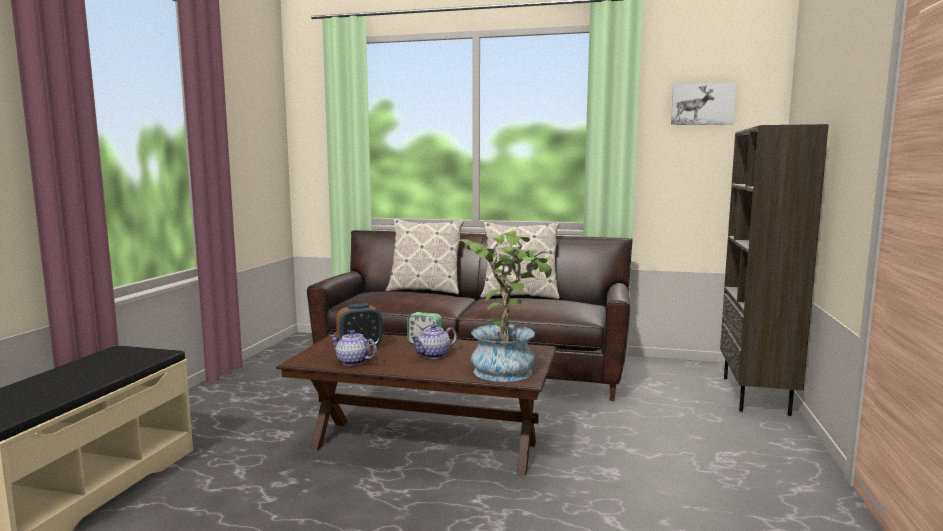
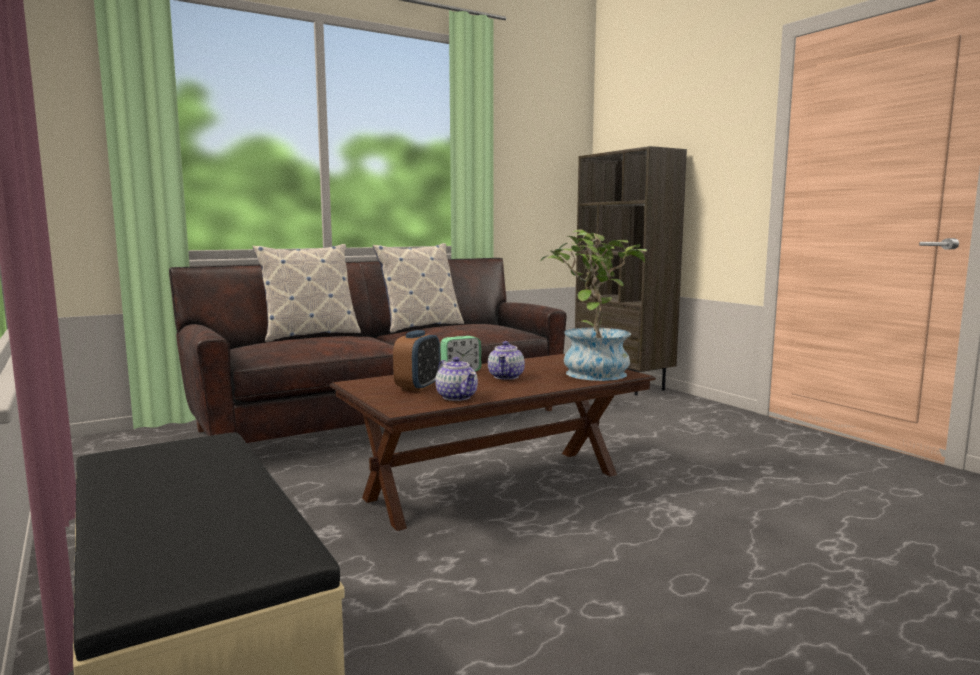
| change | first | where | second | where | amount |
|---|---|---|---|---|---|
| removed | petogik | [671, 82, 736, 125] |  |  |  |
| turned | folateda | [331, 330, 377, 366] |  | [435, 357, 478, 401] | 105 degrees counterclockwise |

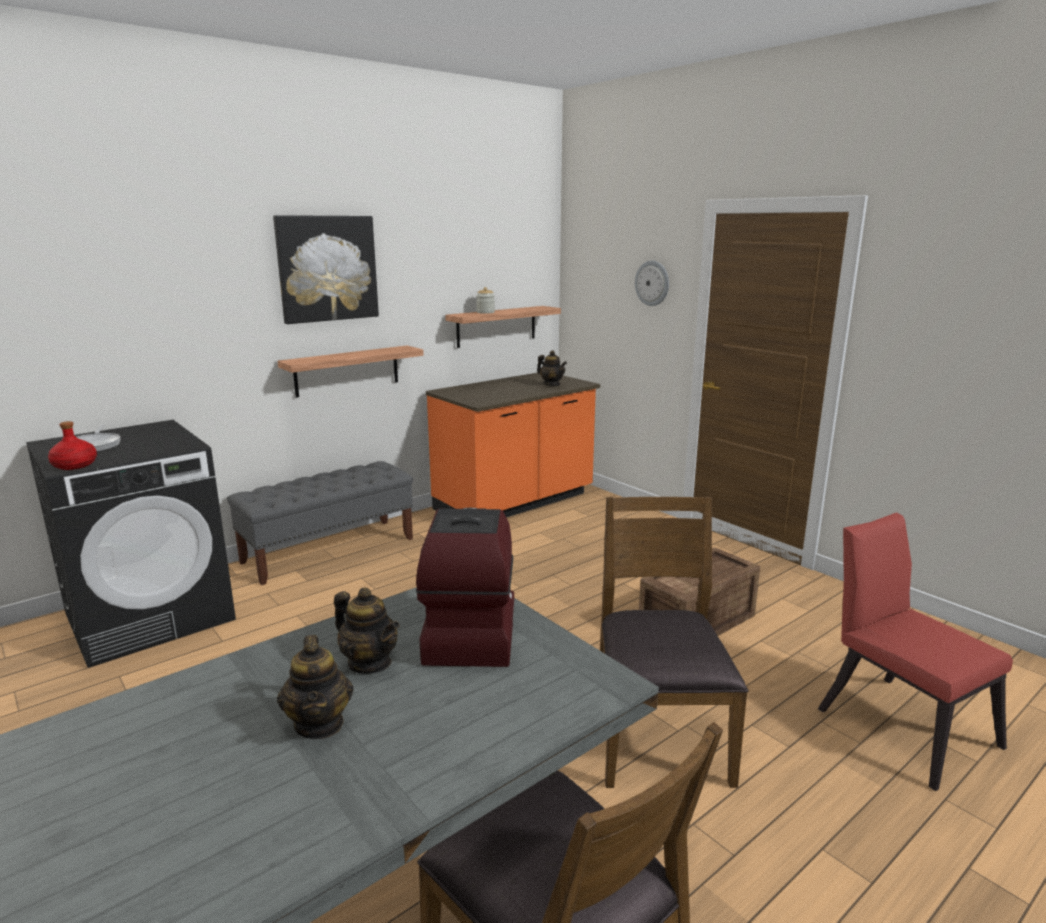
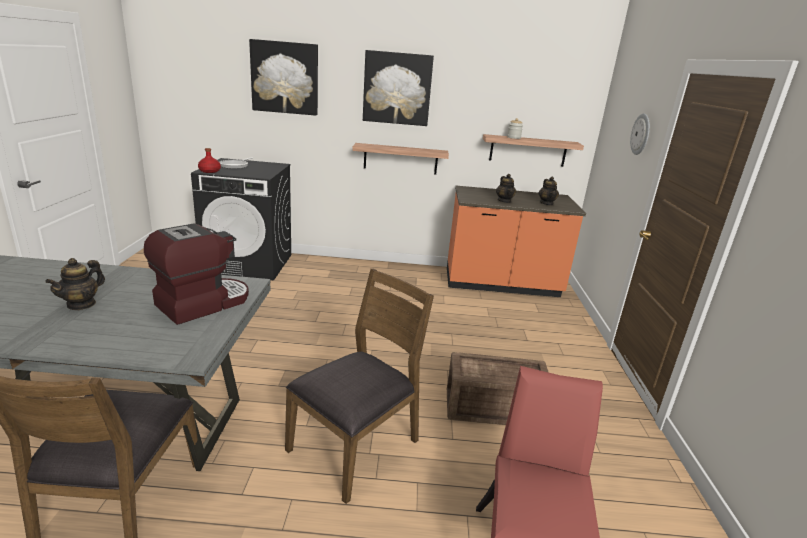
| change | first | where | second | where | amount |
|---|---|---|---|---|---|
| removed | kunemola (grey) | [227, 461, 413, 585] |  |  |  |
| moved | folateda | [334, 587, 399, 674] |  | [496, 174, 516, 203] |  |
| added |  |  | petogik | [249, 39, 318, 116] |  |

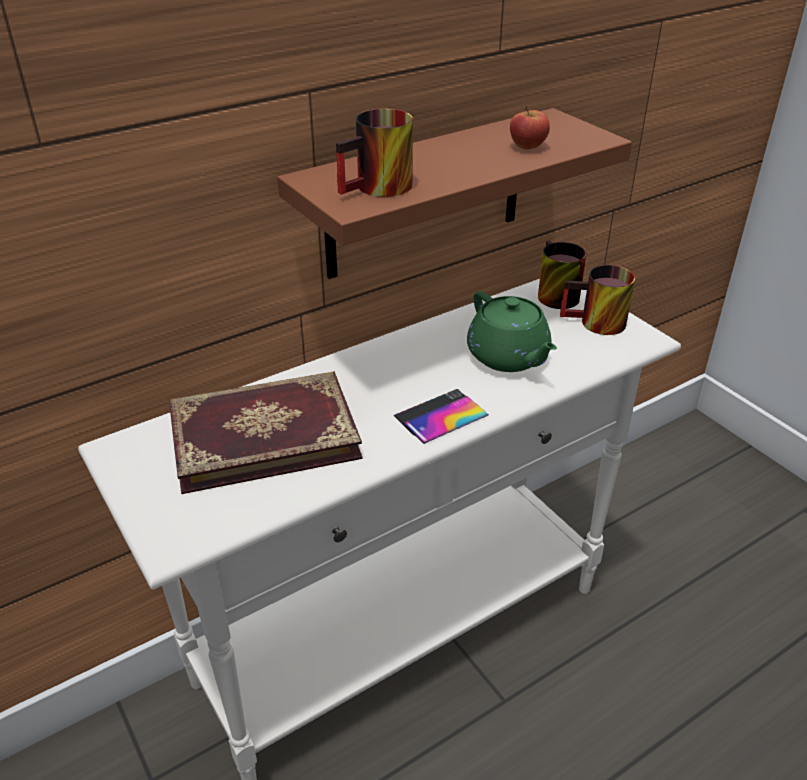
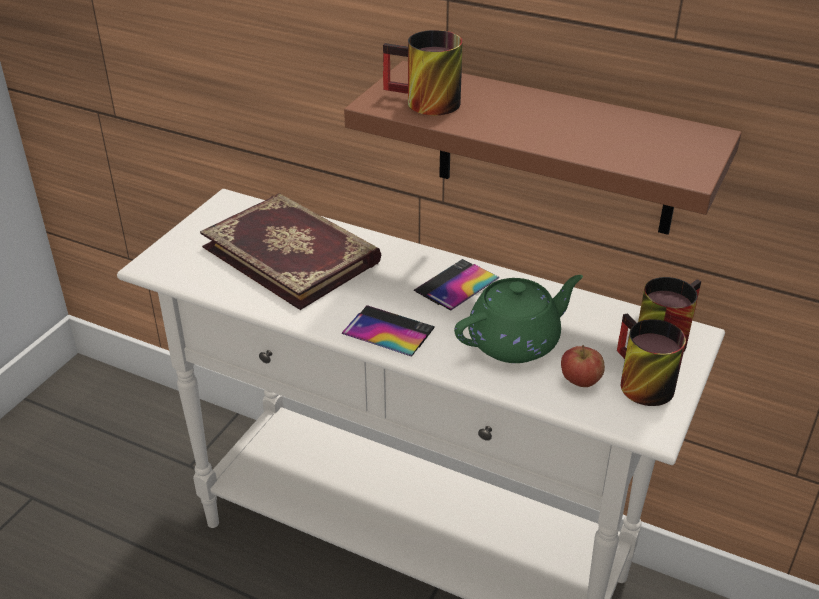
| change | first | where | second | where | amount |
|---|---|---|---|---|---|
| moved | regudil | [510, 106, 550, 149] |  | [561, 345, 605, 387] |  |
| turned | folateda (green) | [467, 291, 557, 372] |  | [454, 275, 583, 363] | 150 degrees counterclockwise |
| added |  |  | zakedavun | [414, 259, 499, 311] |  |

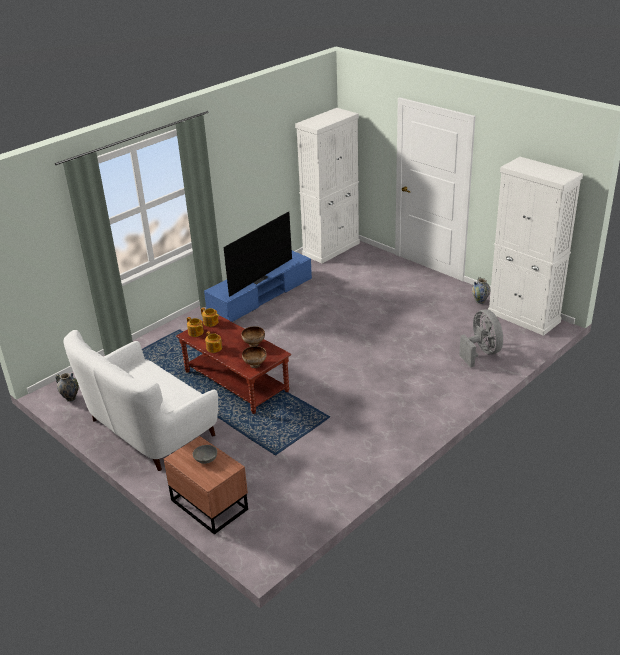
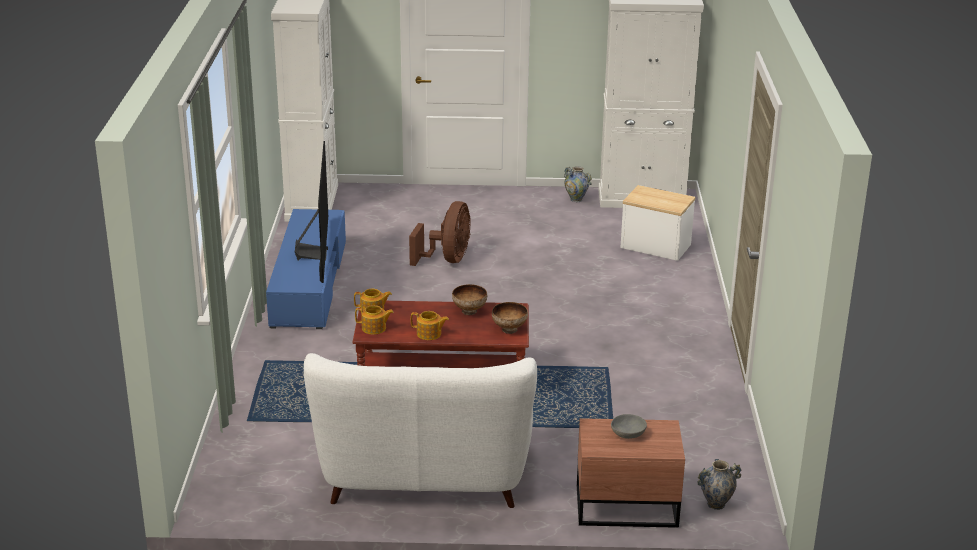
| change | first | where | second | where | amount |
|---|---|---|---|---|---|
| replaced | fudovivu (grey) | [459, 309, 503, 367] | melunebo | [620, 185, 696, 261] |  |
| moved | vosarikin | [55, 373, 79, 402] |  | [697, 459, 742, 510] |  |
| added |  |  | fudovivu (brown) | [409, 201, 470, 266] |  |

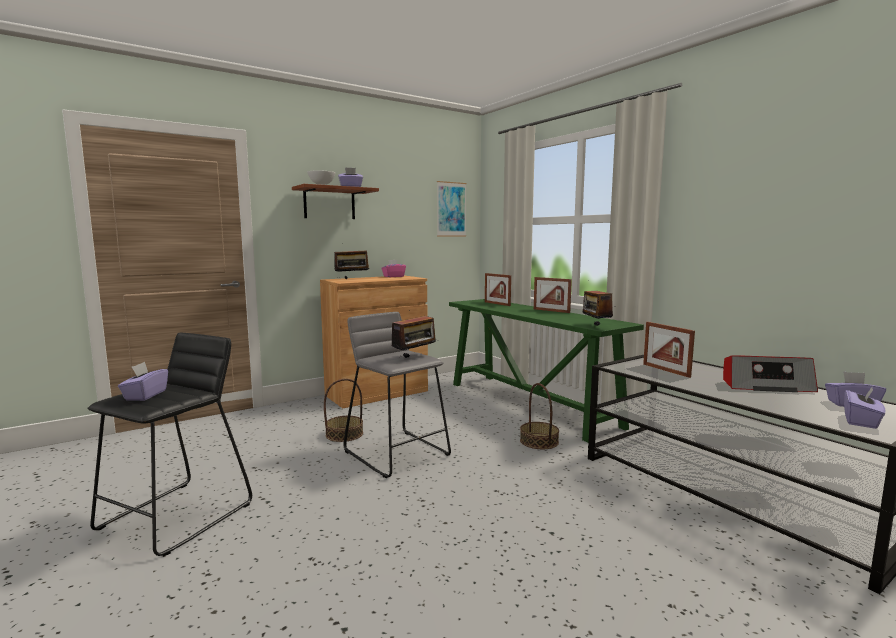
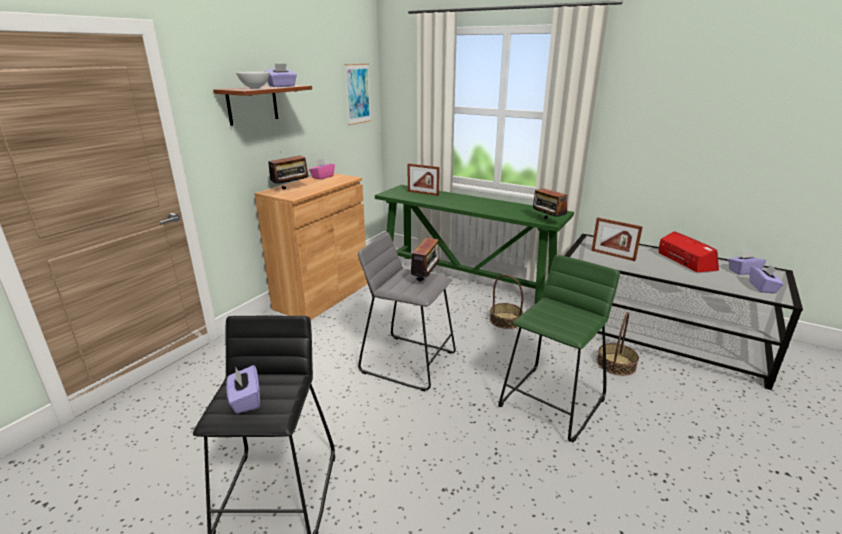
| change | first | where | second | where | amount |
|---|---|---|---|---|---|
| removed | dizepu | [534, 277, 572, 313] |  |  |  |
| turned | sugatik | [723, 355, 818, 392] |  | [659, 231, 719, 272] | 90 degrees counterclockwise |
| moved | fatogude | [324, 378, 363, 442] |  | [597, 312, 639, 376] |  |
| added |  |  | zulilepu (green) | [498, 255, 620, 442] |  |

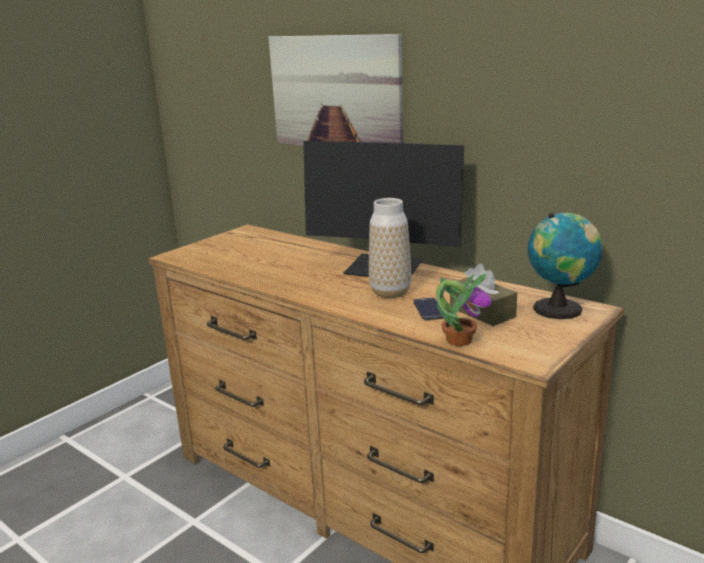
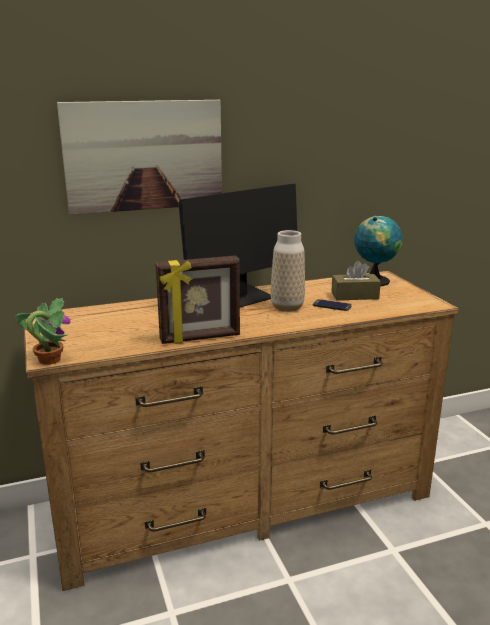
| change | first | where | second | where | amount |
|---|---|---|---|---|---|
| moved | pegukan | [436, 273, 492, 346] |  | [16, 298, 71, 365] |  |
| added |  |  | dizepu | [155, 256, 240, 344] |  |

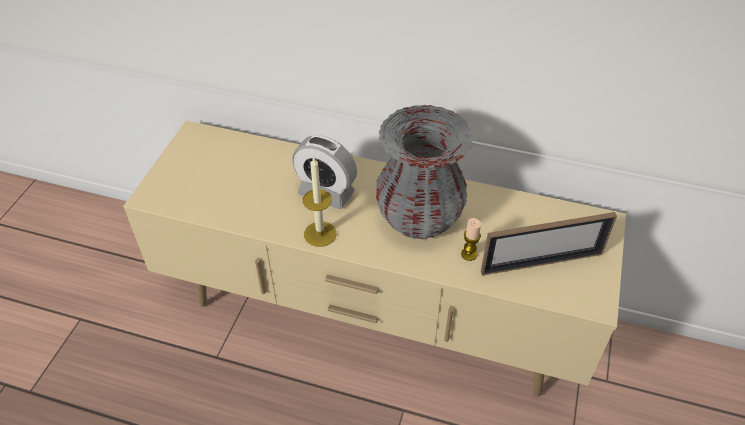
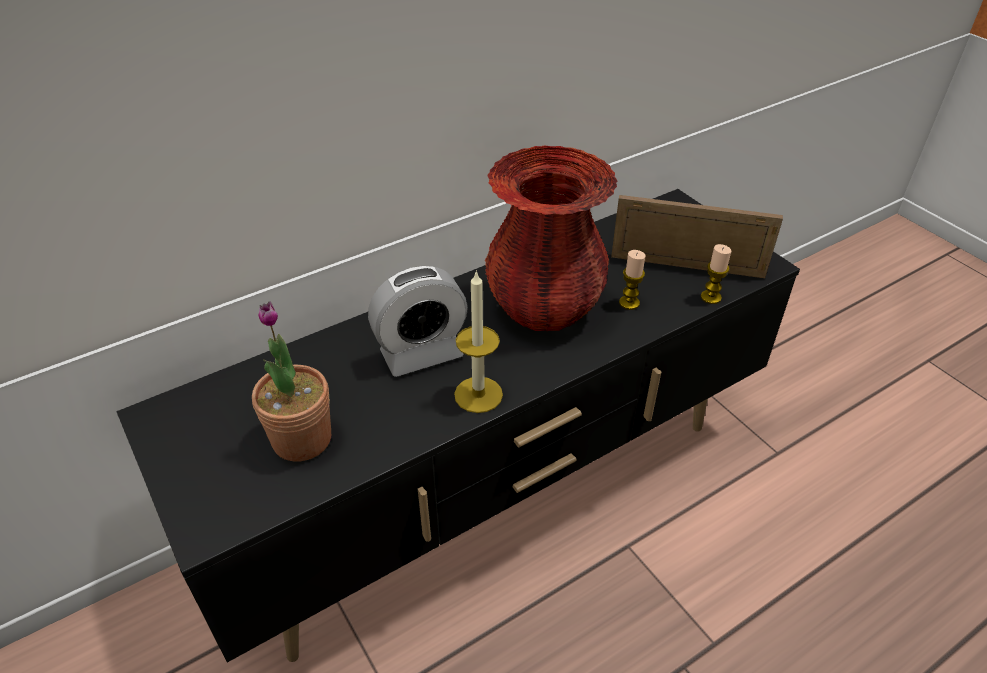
| change | first | where | second | where | amount |
|---|---|---|---|---|---|
| recoloured | vosarikin (grey) | [376, 105, 474, 239] | vosarikin (red) | [485, 145, 617, 331] |  |
| recoloured | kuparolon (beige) | [123, 120, 626, 397] | kuparolon (black) | [116, 189, 800, 663] |  |
| turned | dizepu | [481, 212, 617, 276] |  | [611, 195, 783, 278] | 105 degrees counterclockwise |
| added |  |  | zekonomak | [701, 244, 731, 304] |  |
| added |  |  | pegukan | [252, 301, 331, 461] |  |

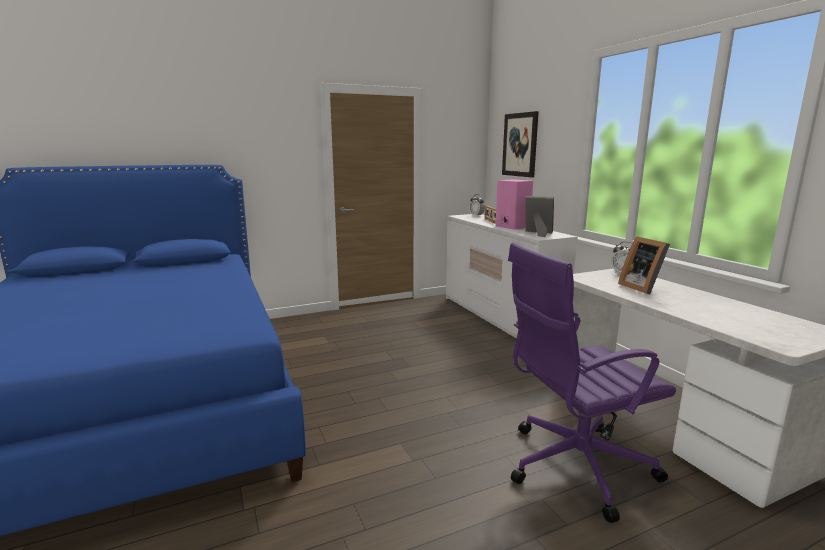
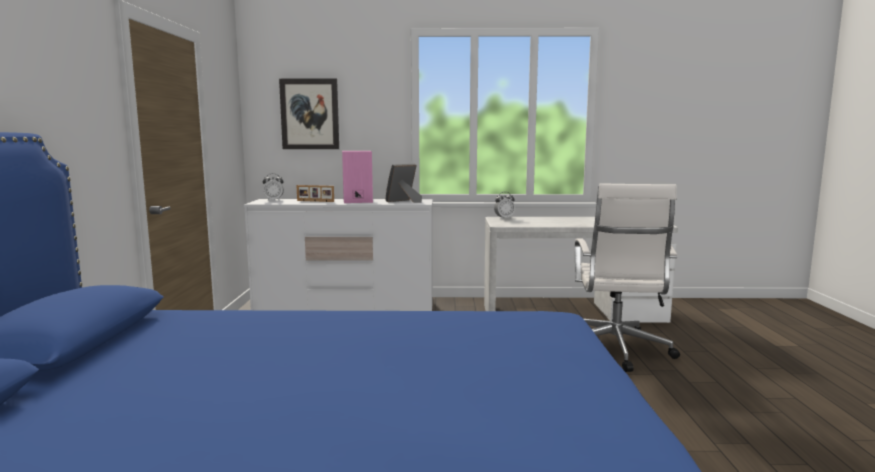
| change | first | where | second | where | amount |
|---|---|---|---|---|---|
| removed | dizepu | [618, 236, 670, 295] |  |  |  |
| recoloured | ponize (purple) | [508, 243, 676, 523] | ponize (white) | [575, 183, 680, 372] |  |

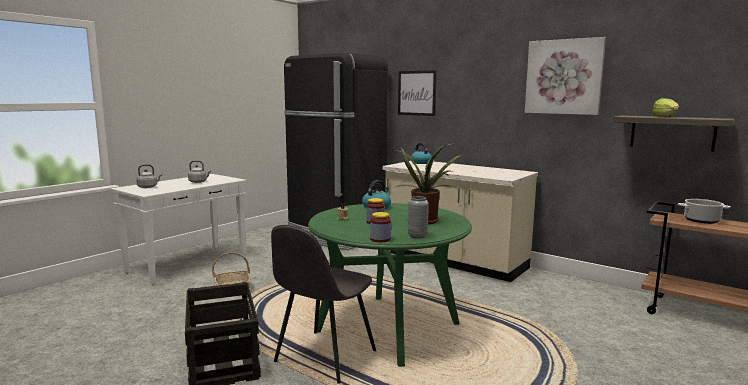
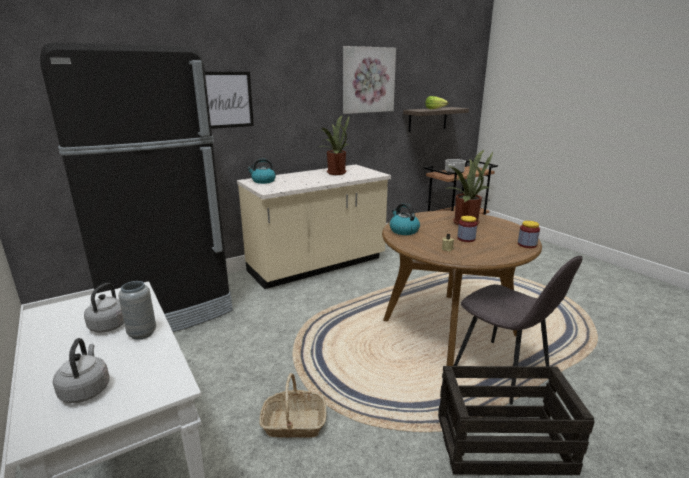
| change | first | where | second | where | amount |
|---|---|---|---|---|---|
| moved | vosarikin (grey) | [408, 196, 429, 238] |  | [118, 281, 156, 340] |  |
| recoloured | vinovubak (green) | [308, 203, 472, 367] | vinovubak (brown) | [382, 211, 542, 366] |  |
| added |  |  | pegukan | [318, 116, 350, 175] |  |

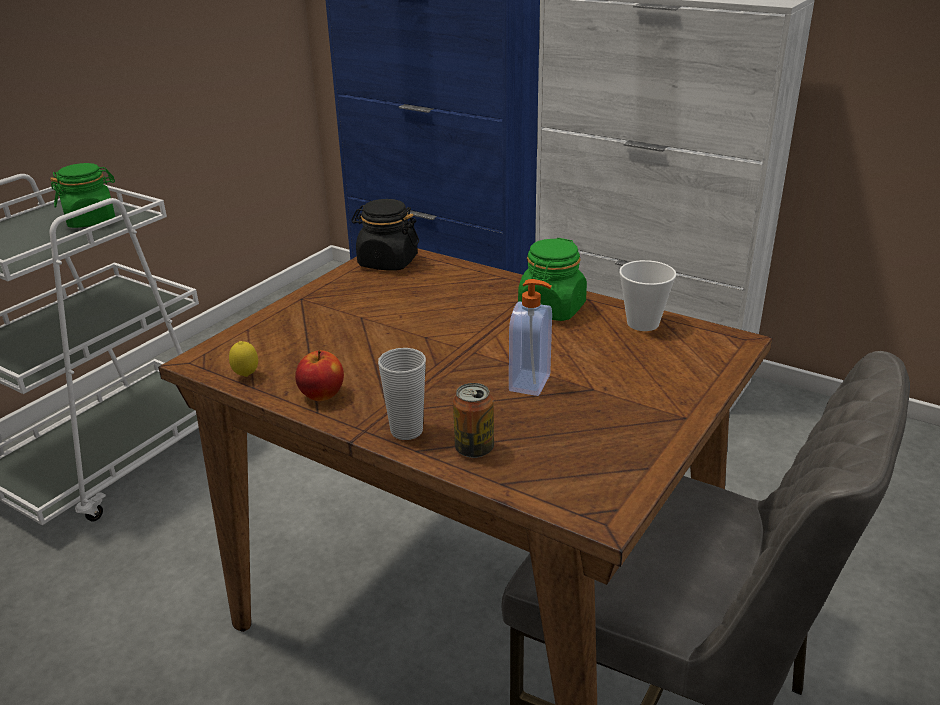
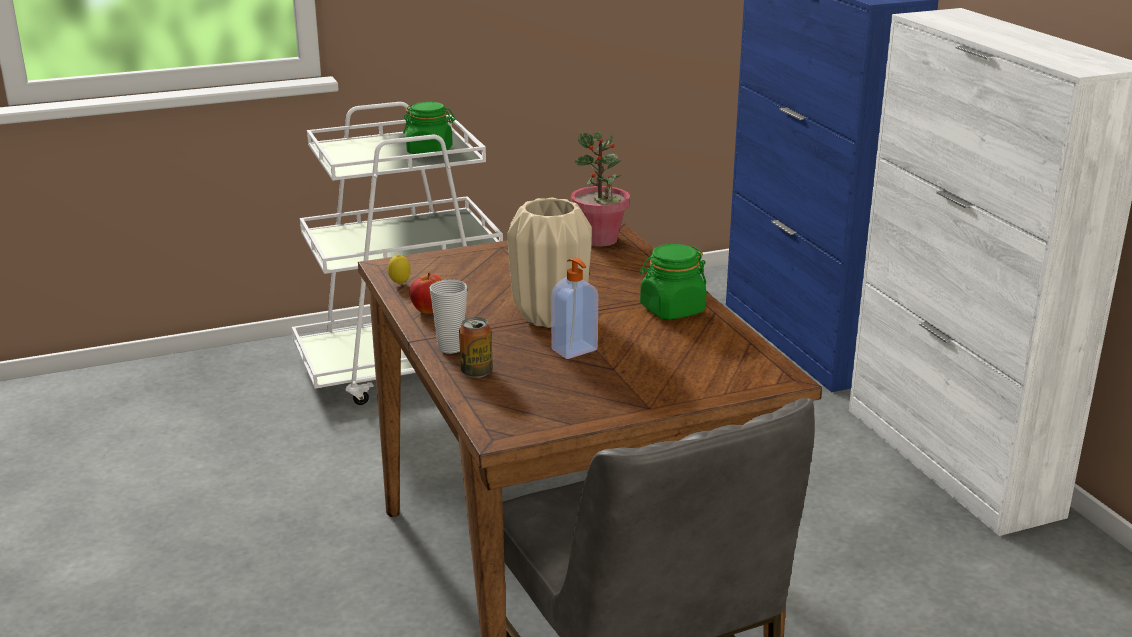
| change | first | where | second | where | amount |
|---|---|---|---|---|---|
| replaced | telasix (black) | [351, 199, 419, 271] | pegukan | [571, 131, 630, 247] |  |
| removed | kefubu | [619, 260, 677, 331] |  |  |  |
| added |  |  | vosarikin (beige) | [508, 198, 592, 328] |  |

